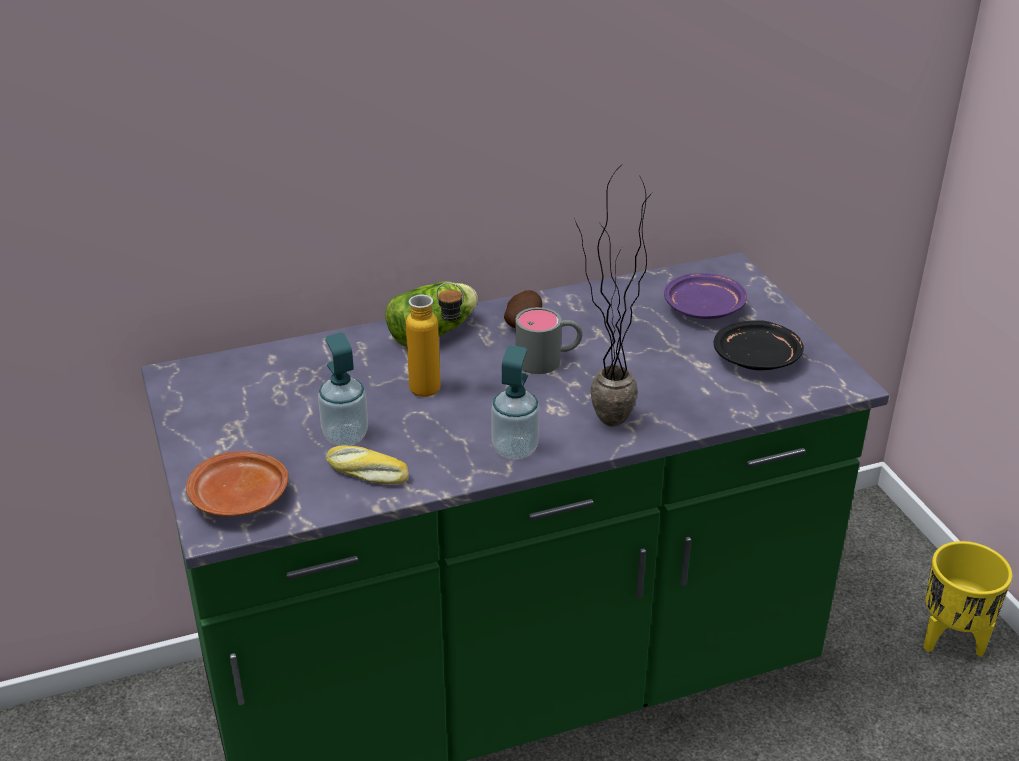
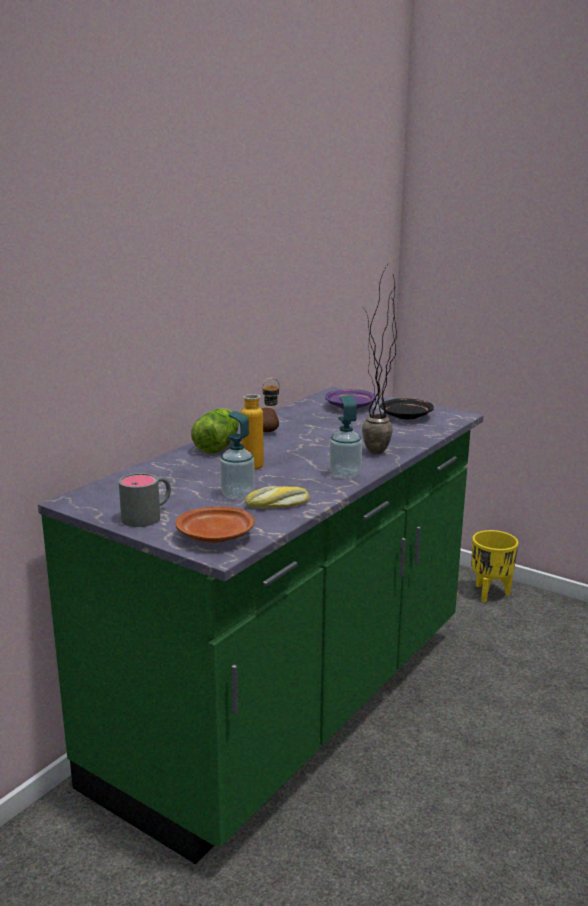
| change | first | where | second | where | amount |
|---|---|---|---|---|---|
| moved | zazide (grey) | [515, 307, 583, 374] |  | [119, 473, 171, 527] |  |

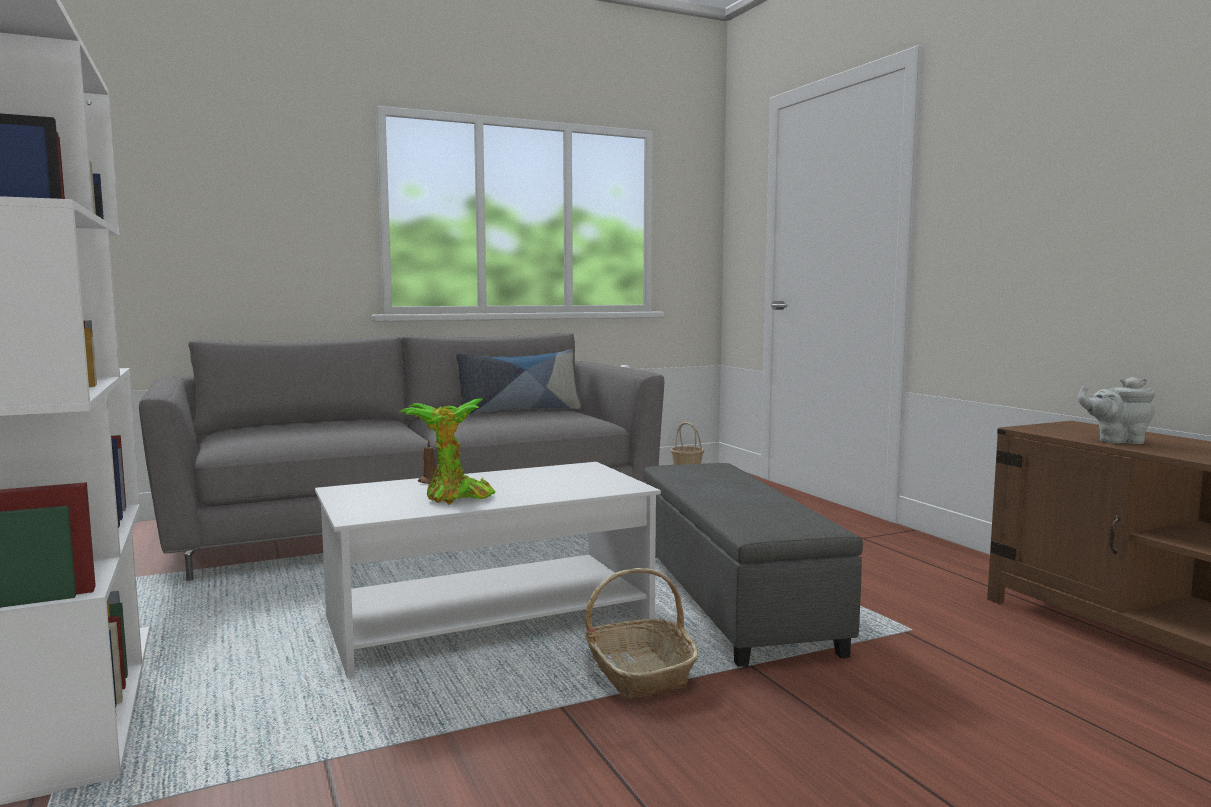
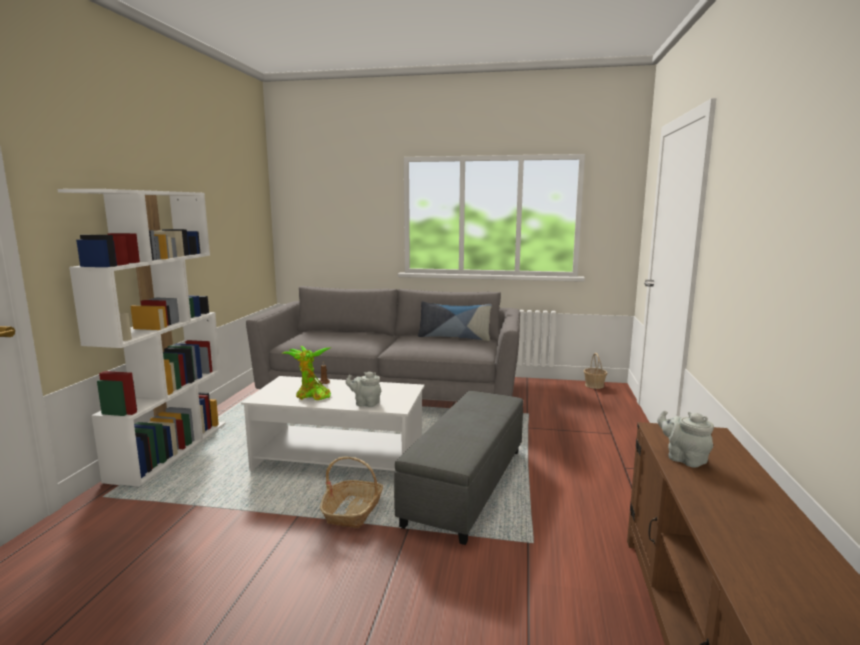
| change | first | where | second | where | amount |
|---|---|---|---|---|---|
| added |  |  | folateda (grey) | [346, 371, 381, 407] |  |

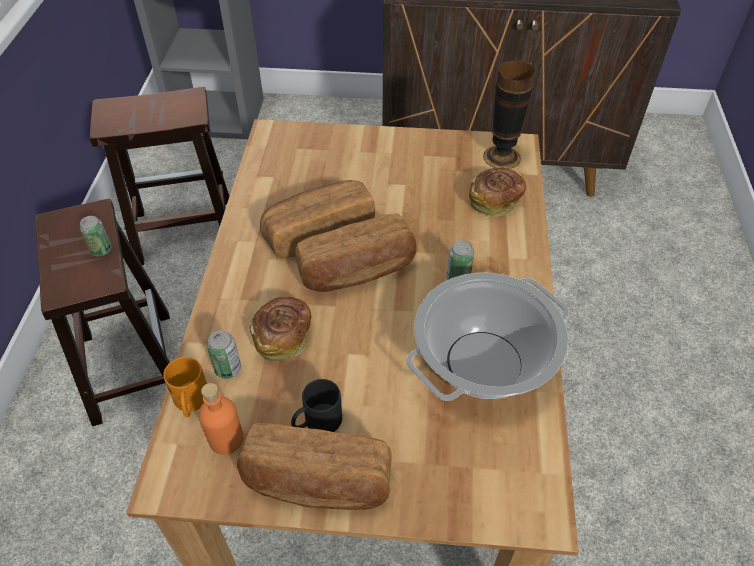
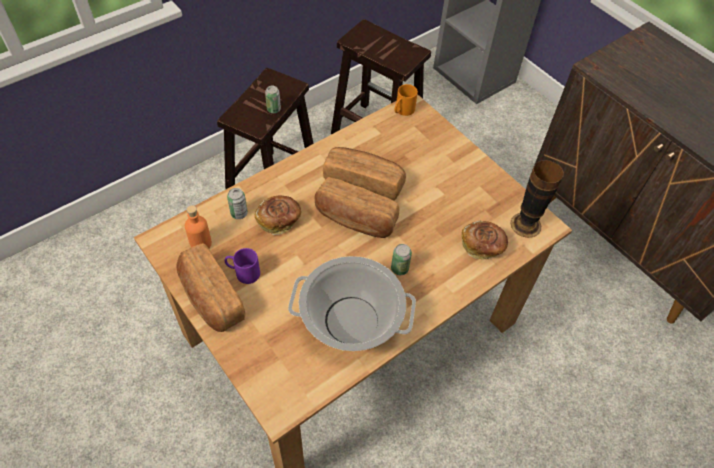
| change | first | where | second | where | amount |
|---|---|---|---|---|---|
| moved | zazide (orange) | [164, 357, 207, 417] |  | [394, 84, 418, 116] |  |
| recoloured | zazide (black) | [291, 379, 342, 432] | zazide (purple) | [225, 248, 260, 284] |  |

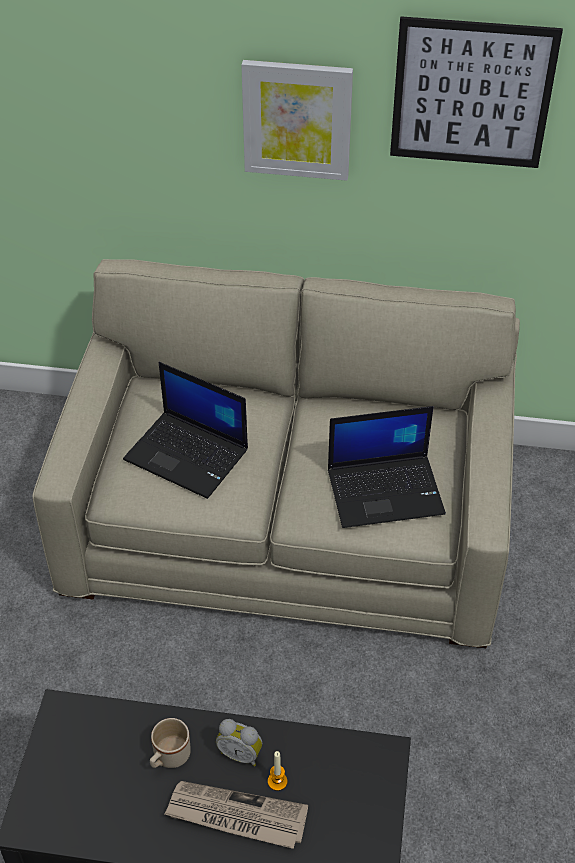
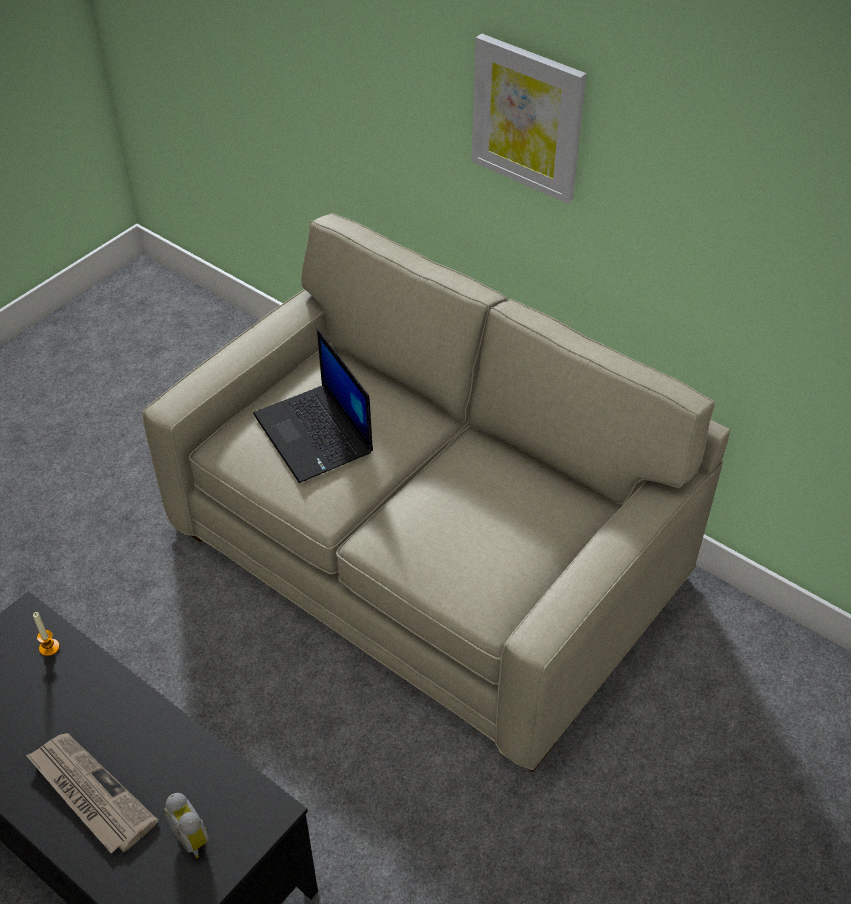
| change | first | where | second | where | amount |
|---|---|---|---|---|---|
| removed | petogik | [390, 16, 563, 168] |  |  |  |
| removed | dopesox | [328, 406, 446, 528] |  |  |  |
| removed | zazide (beige) | [150, 718, 191, 768] |  |  |  |
| moved | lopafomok | [216, 719, 262, 766] |  | [164, 793, 209, 858] |  |
| moved | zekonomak | [268, 751, 287, 791] |  | [33, 612, 60, 656] |  |

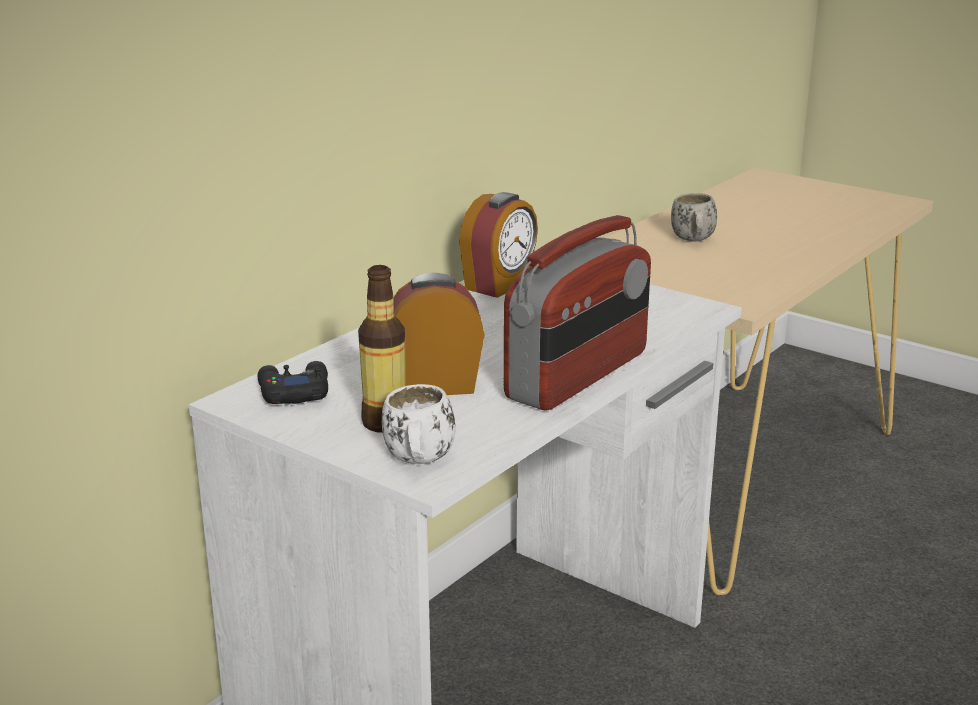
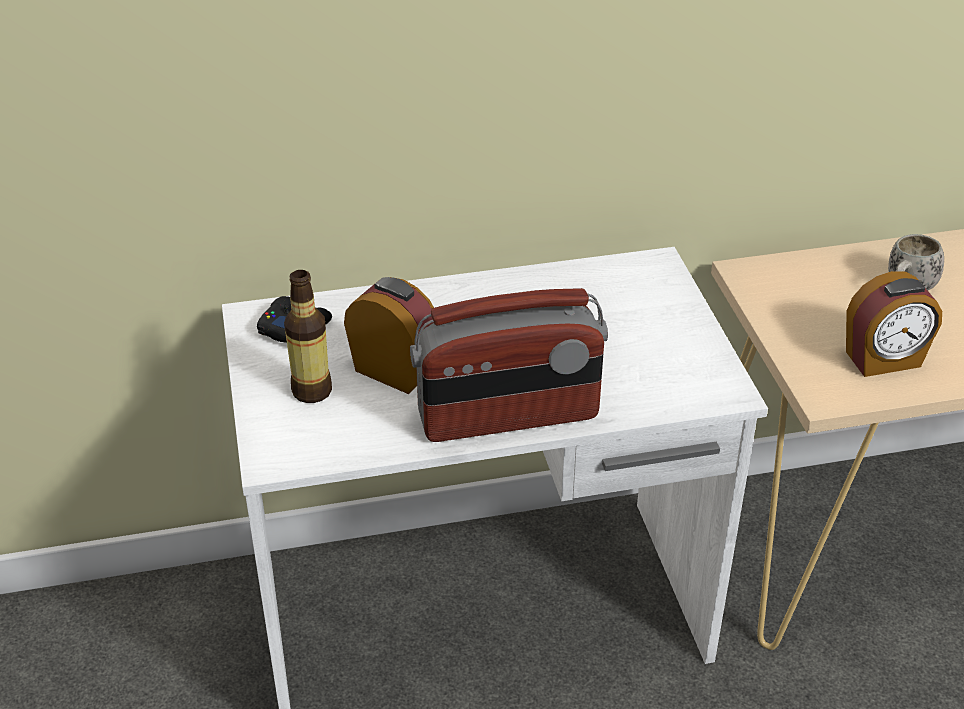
| change | first | where | second | where | amount |
|---|---|---|---|---|---|
| moved | lopafomok | [459, 192, 538, 298] |  | [846, 271, 942, 377] |  |
| removed | zazide (white) | [382, 384, 456, 464] |  |  |  |

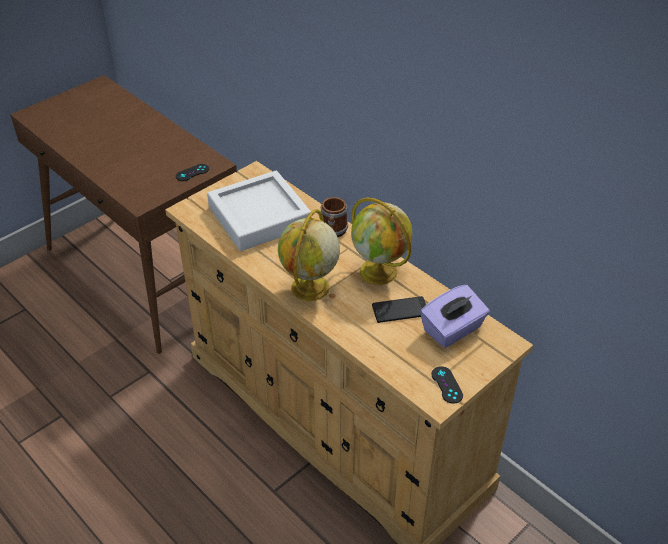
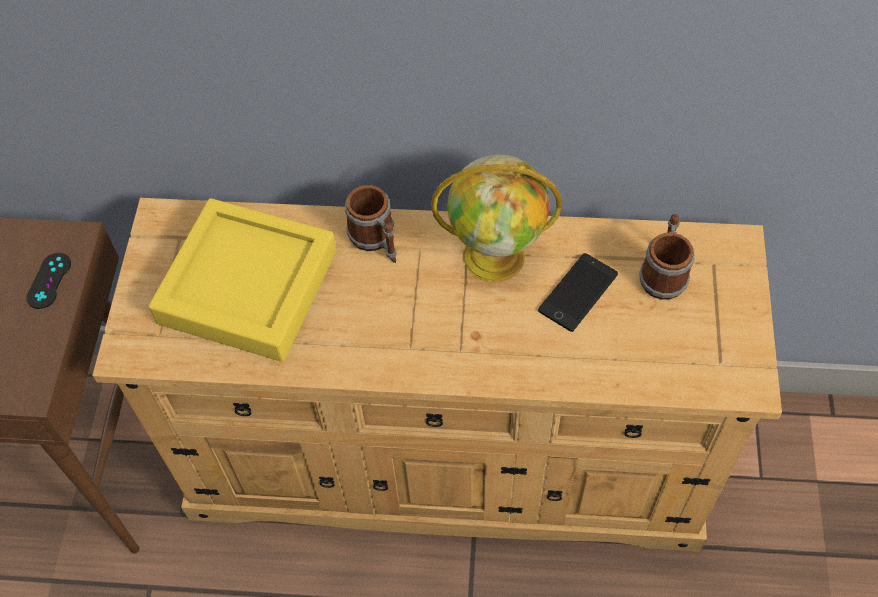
| change | first | where | second | where | amount |
|---|---|---|---|---|---|
| recoloured | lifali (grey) | [207, 171, 312, 251] | lifali (yellow) | [149, 198, 337, 362] |  |
| removed | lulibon | [278, 209, 340, 301] |  |  |  |
| replaced | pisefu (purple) | [420, 285, 490, 348] | zazide | [639, 214, 695, 300] |  |
| removed | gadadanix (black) | [431, 366, 463, 404] |  |  |  |

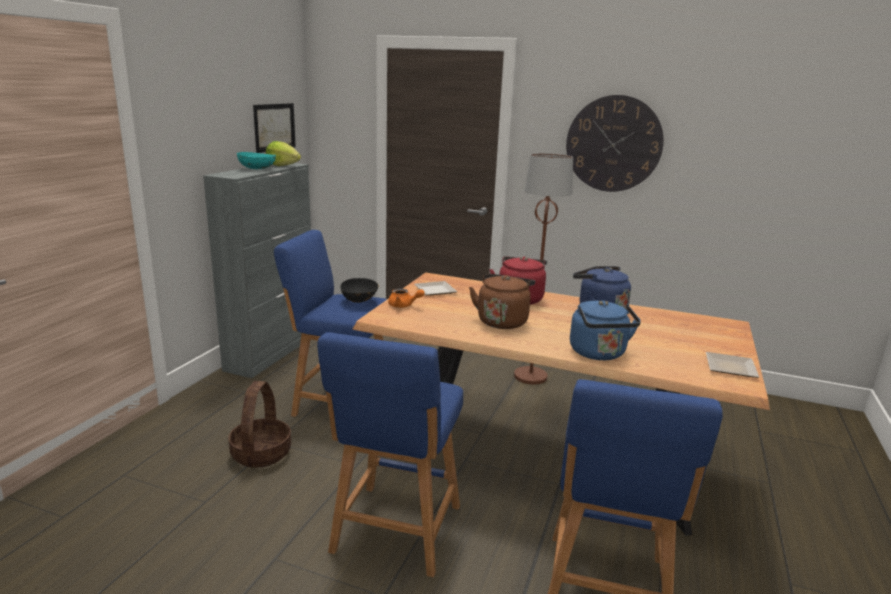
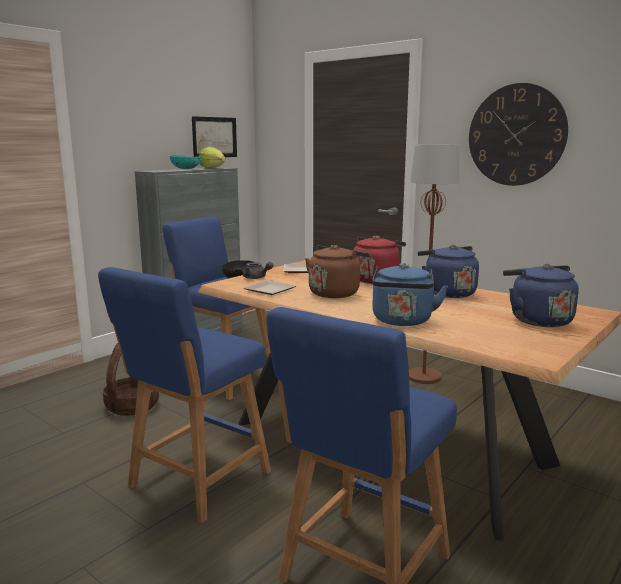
| change | first | where | second | where | amount |
|---|---|---|---|---|---|
| recoloured | folateda (orange) | [388, 289, 425, 308] | folateda (grey) | [243, 262, 273, 279] |  |
| moved | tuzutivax | [706, 352, 759, 378] |  | [244, 281, 296, 295] |  |
| added |  |  | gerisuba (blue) | [503, 264, 579, 327] |  |

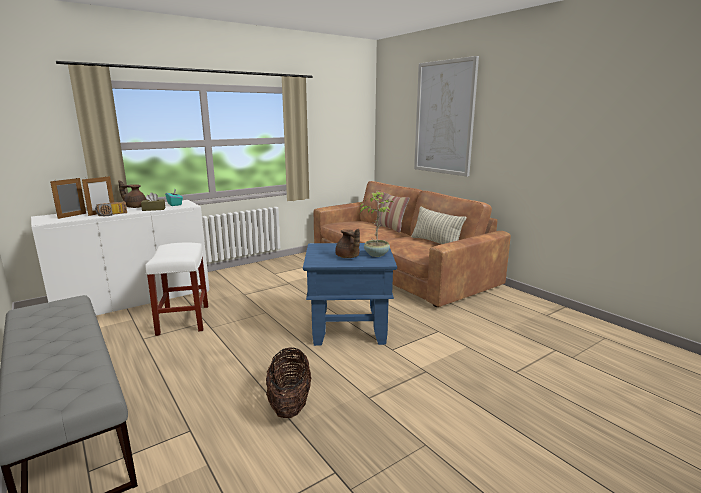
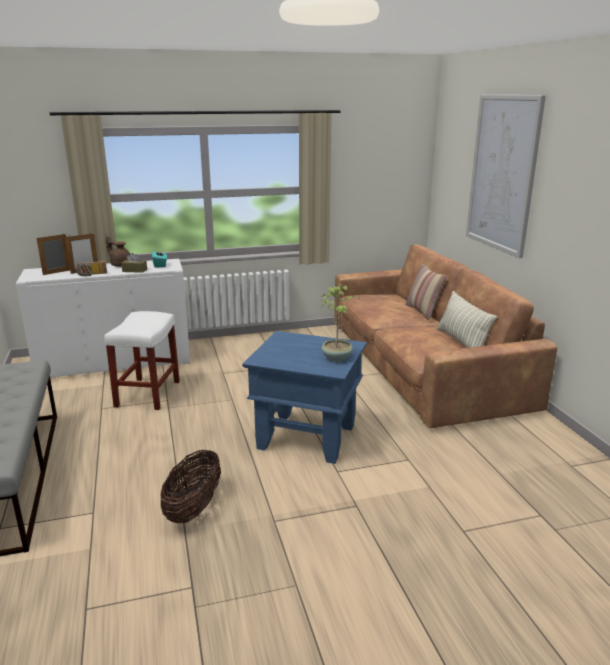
| change | first | where | second | where | amount |
|---|---|---|---|---|---|
| removed | folateda (brown) | [335, 229, 360, 258] |  |  |  |

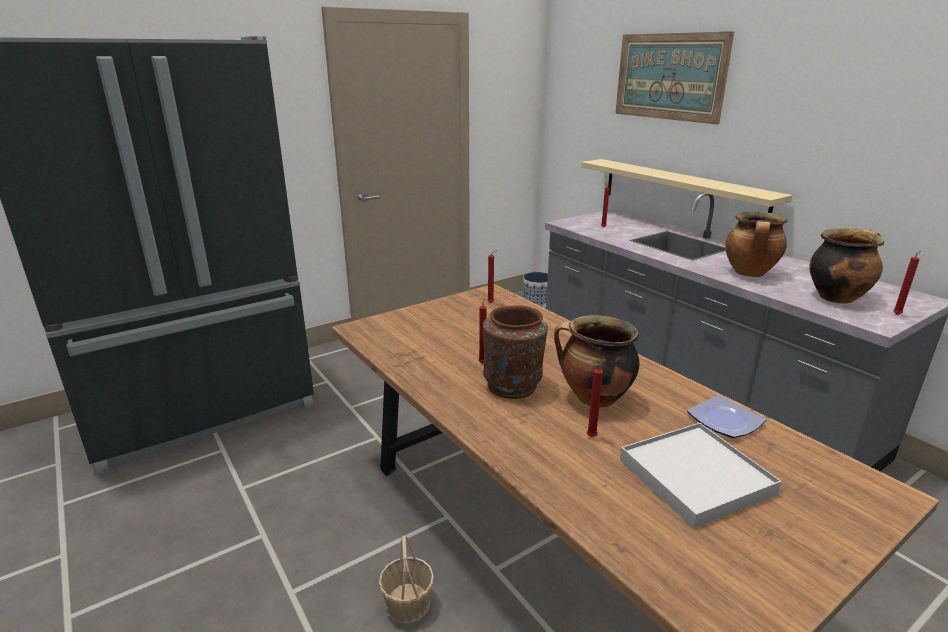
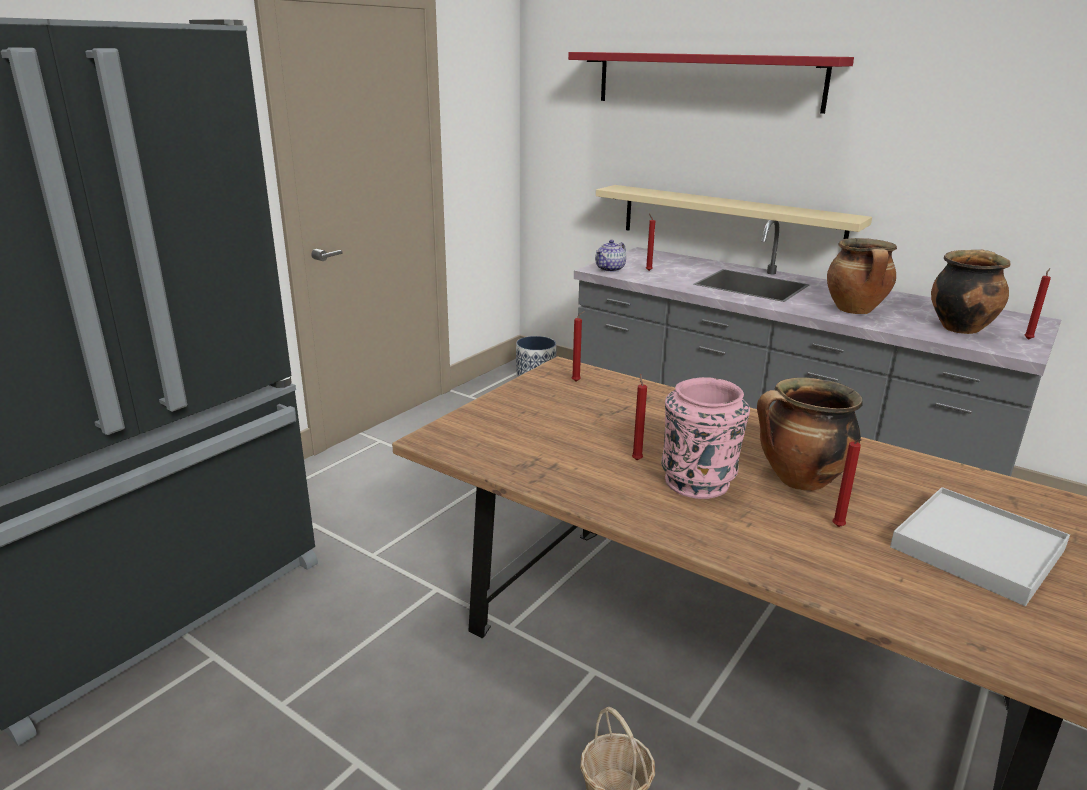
| change | first | where | second | where | amount |
|---|---|---|---|---|---|
| replaced | petogik | [615, 31, 734, 124] | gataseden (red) | [568, 52, 854, 114] |  |
| recoloured | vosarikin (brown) | [483, 305, 548, 399] | vosarikin (pink) | [661, 377, 750, 499] |  |
| removed | tuzutivax | [687, 395, 767, 438] |  |  |  |
| added |  |  | folateda | [595, 240, 626, 272] |  |

